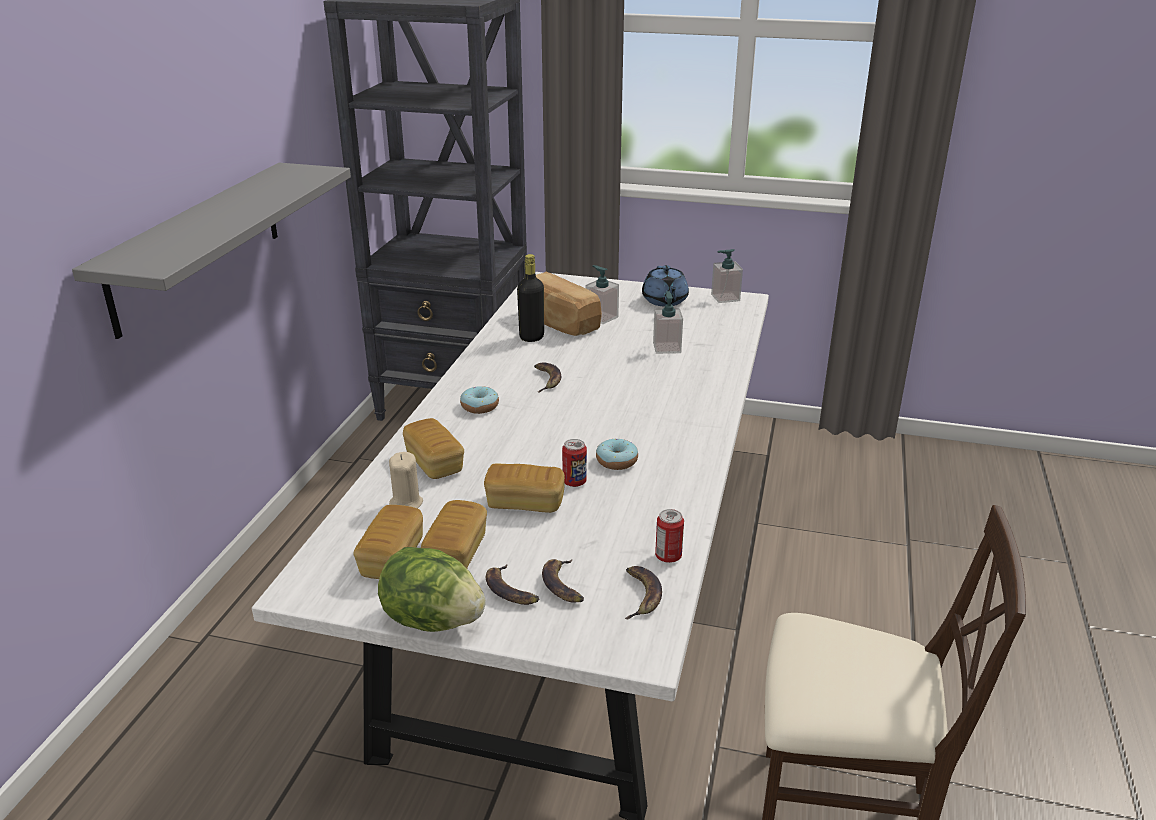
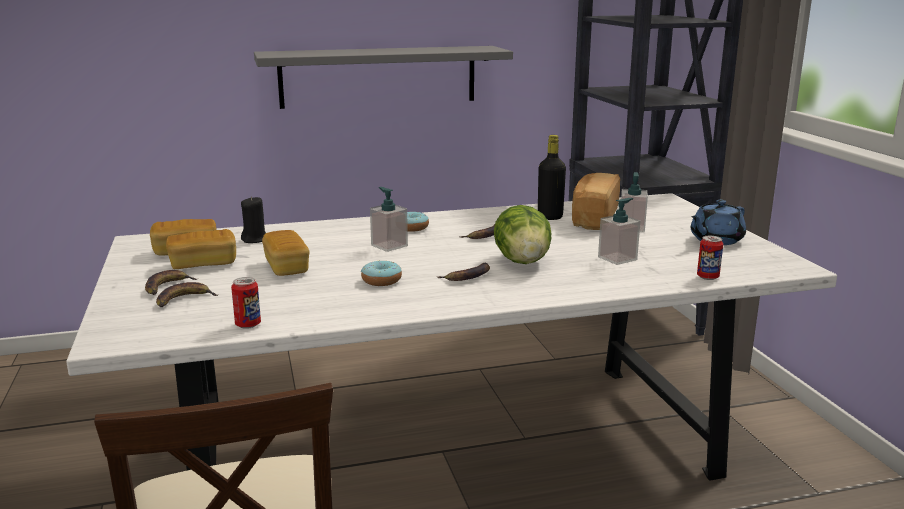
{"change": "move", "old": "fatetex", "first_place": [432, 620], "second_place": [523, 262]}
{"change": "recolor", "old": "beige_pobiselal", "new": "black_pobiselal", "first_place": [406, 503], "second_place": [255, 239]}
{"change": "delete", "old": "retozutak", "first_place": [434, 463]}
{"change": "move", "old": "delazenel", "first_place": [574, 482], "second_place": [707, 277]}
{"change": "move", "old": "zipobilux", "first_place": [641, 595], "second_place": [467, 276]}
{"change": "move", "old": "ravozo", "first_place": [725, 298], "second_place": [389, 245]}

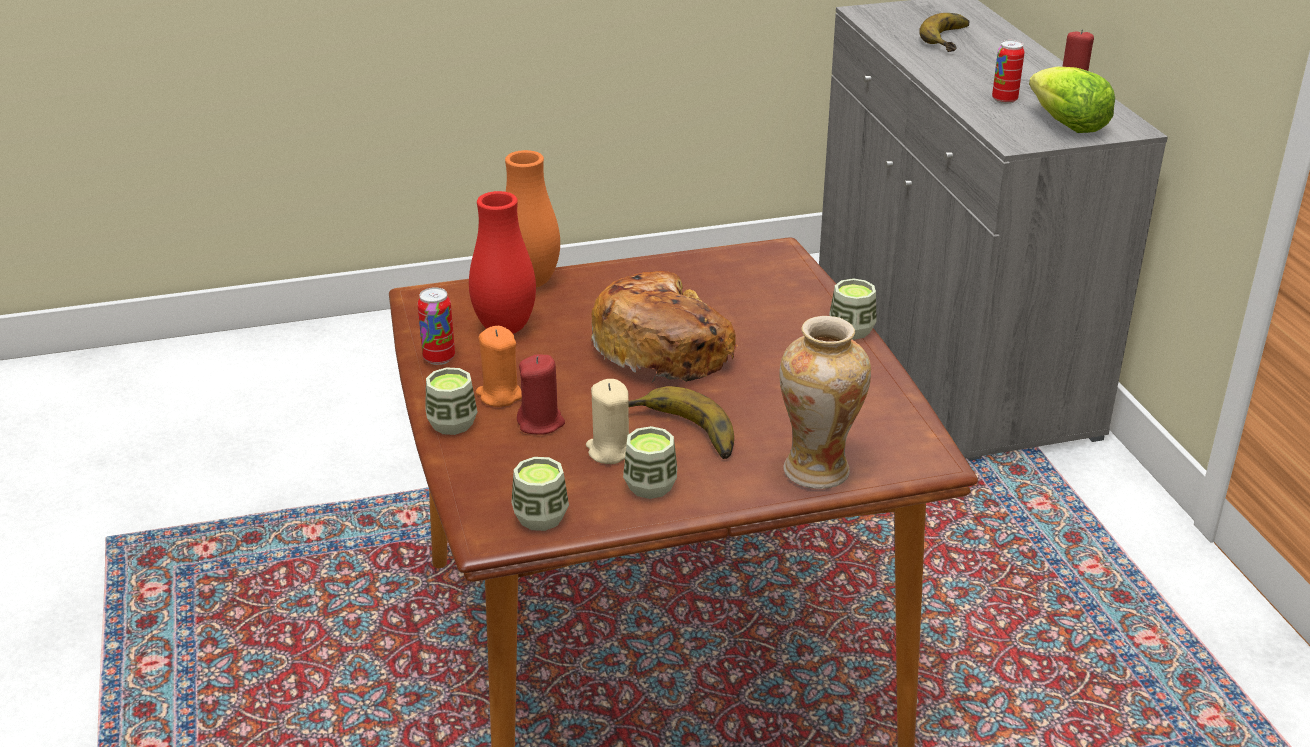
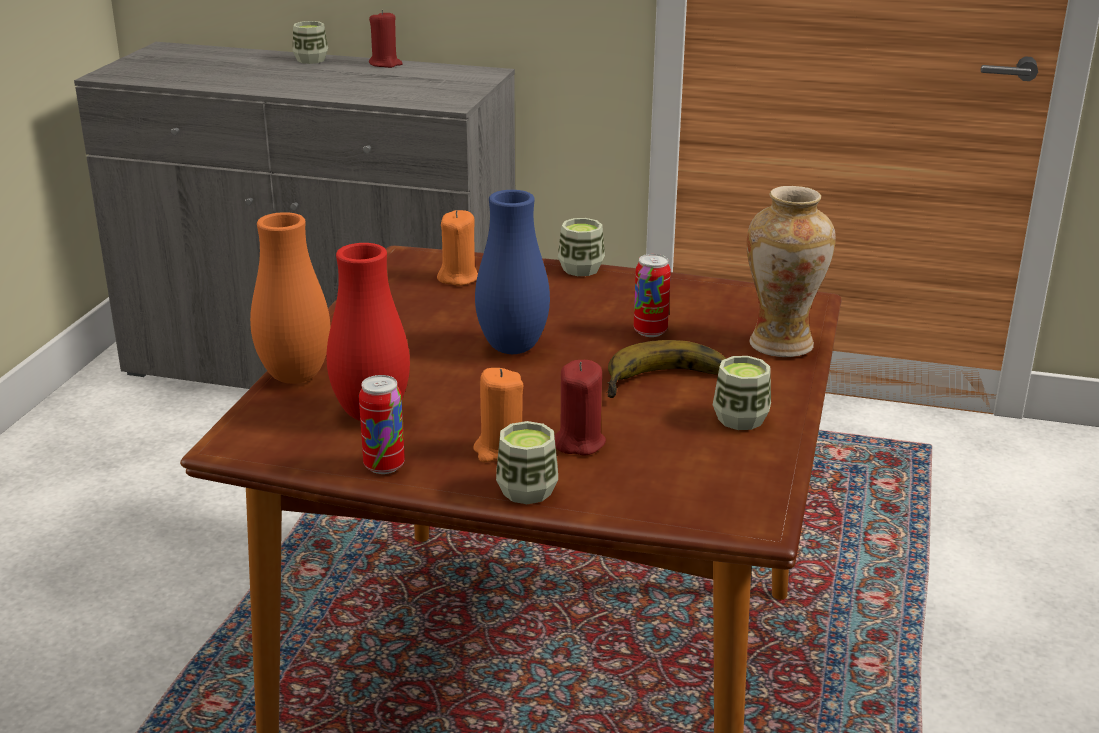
{"change": "move", "old": "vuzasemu", "first_place": [540, 517], "second_place": [311, 60]}
{"change": "delete", "old": "beige_pobiselal", "first_place": [609, 451]}
{"change": "replace", "old": "retozutak", "new": "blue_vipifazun", "first_place": [665, 347], "second_place": [512, 348]}
{"change": "delete", "old": "zipobilux", "first_place": [954, 39]}
{"change": "move", "old": "delazenel", "first_place": [1004, 100], "second_place": [650, 331]}
{"change": "delete", "old": "fatetex", "first_place": [1067, 125]}
{"change": "insert", "new": "orange_pobiselal", "second_place": [458, 277]}

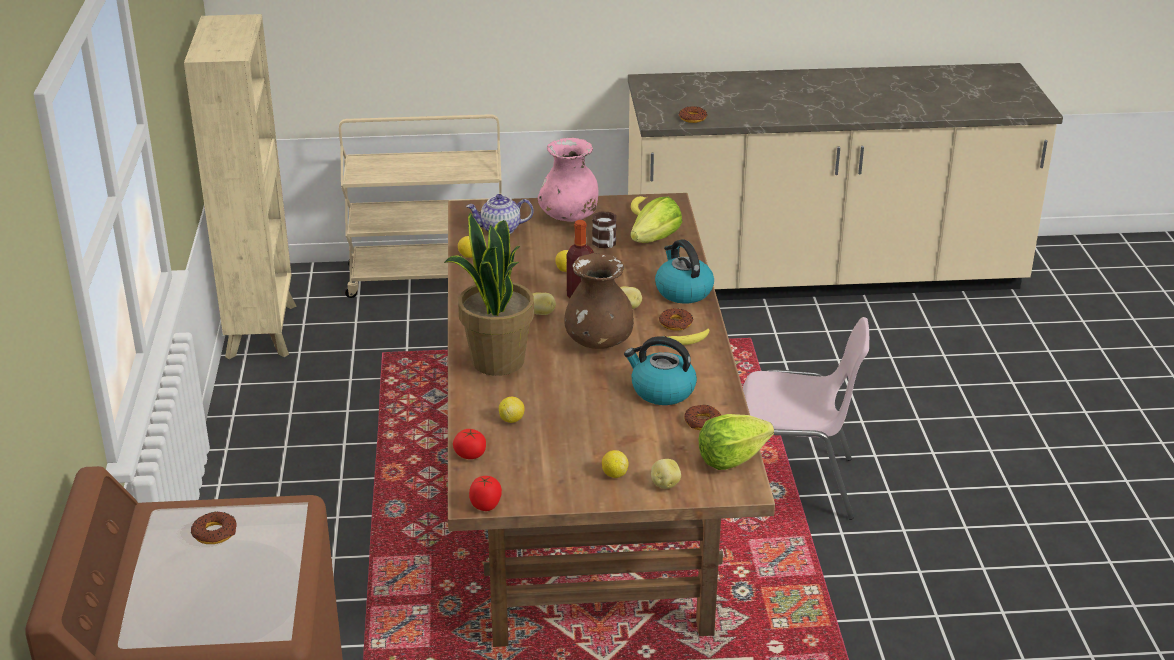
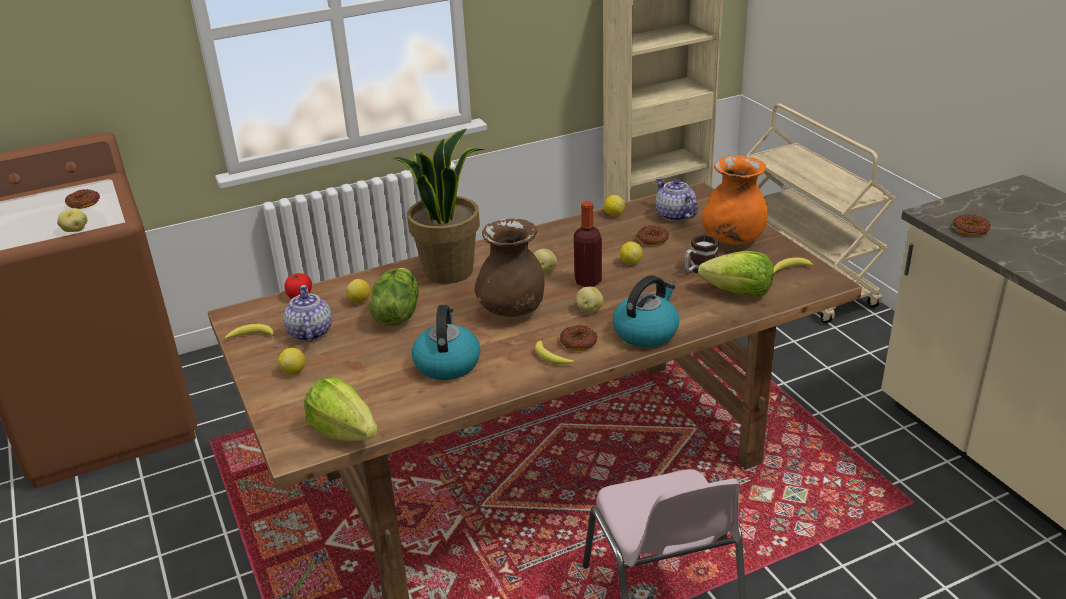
{"change": "delete", "old": "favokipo", "first_place": [486, 506]}
{"change": "recolor", "old": "pink_vipifazun", "new": "orange_vipifazun", "first_place": [569, 217], "second_place": [733, 239]}
{"change": "move", "old": "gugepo", "first_place": [664, 484], "second_place": [75, 230]}
{"change": "move", "old": "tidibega", "first_place": [702, 422], "second_place": [652, 239]}
{"change": "insert", "new": "zipobilux", "second_place": [251, 336]}
{"change": "insert", "new": "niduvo", "second_place": [309, 332]}
{"change": "insert", "new": "fatetex", "second_place": [396, 314]}

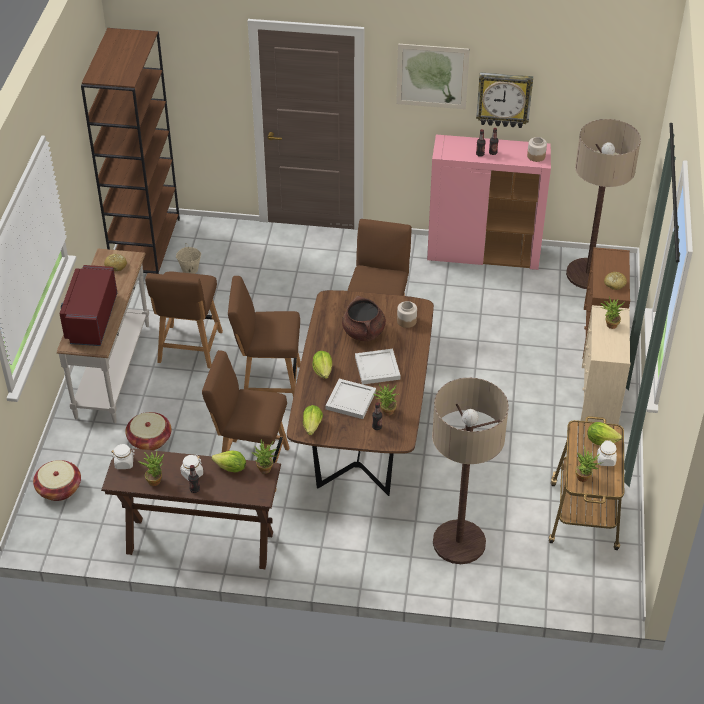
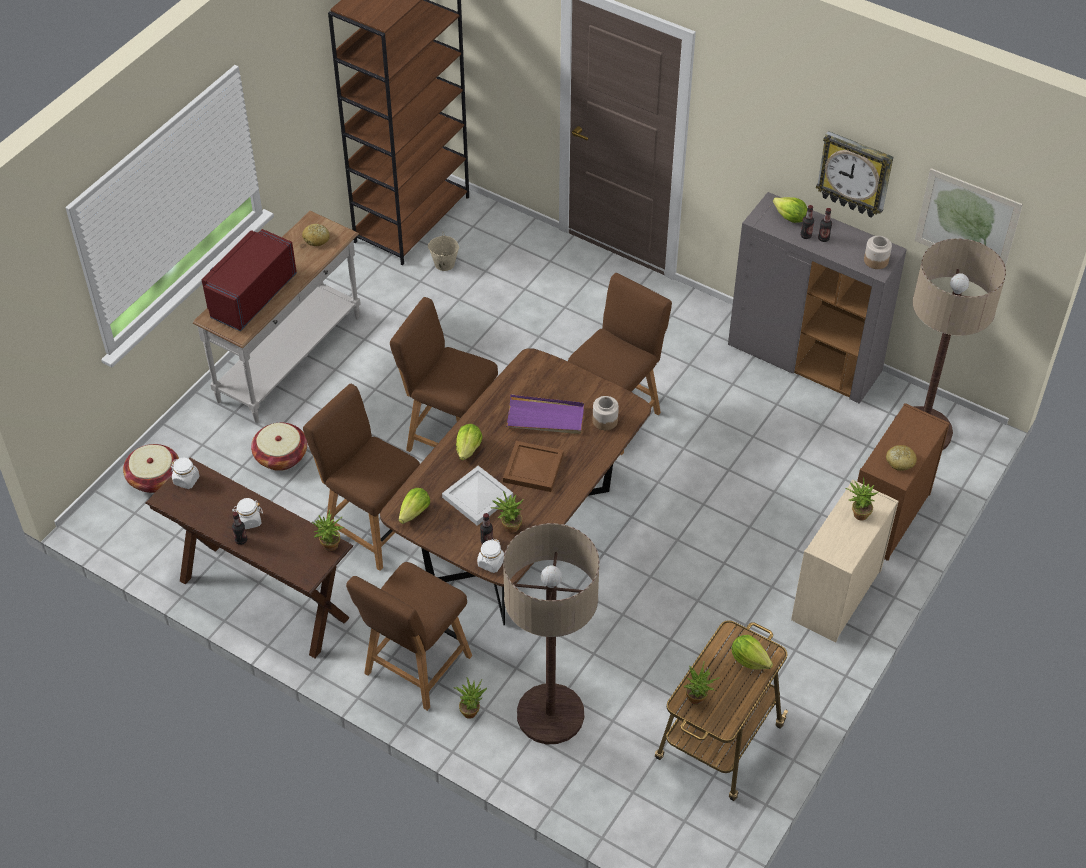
{"change": "move", "old": "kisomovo", "first_place": [155, 479], "second_place": [471, 710]}
{"change": "move", "old": "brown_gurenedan", "first_place": [189, 349], "second_place": [415, 668]}
{"change": "move", "old": "fatetex", "first_place": [231, 468], "second_place": [790, 218]}
{"change": "replace", "old": "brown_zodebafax", "new": "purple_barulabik", "first_place": [363, 332], "second_place": [545, 417]}
{"change": "recolor", "old": "white_barulabik", "new": "brown_barulabik", "first_place": [377, 368], "second_place": [532, 468]}
{"change": "move", "old": "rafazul", "first_place": [432, 76], "second_place": [967, 222]}
{"change": "recolor", "old": "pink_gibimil", "new": "grey_gibimil", "first_place": [484, 254], "second_place": [805, 359]}
{"change": "move", "old": "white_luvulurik", "first_place": [606, 460], "second_place": [491, 563]}

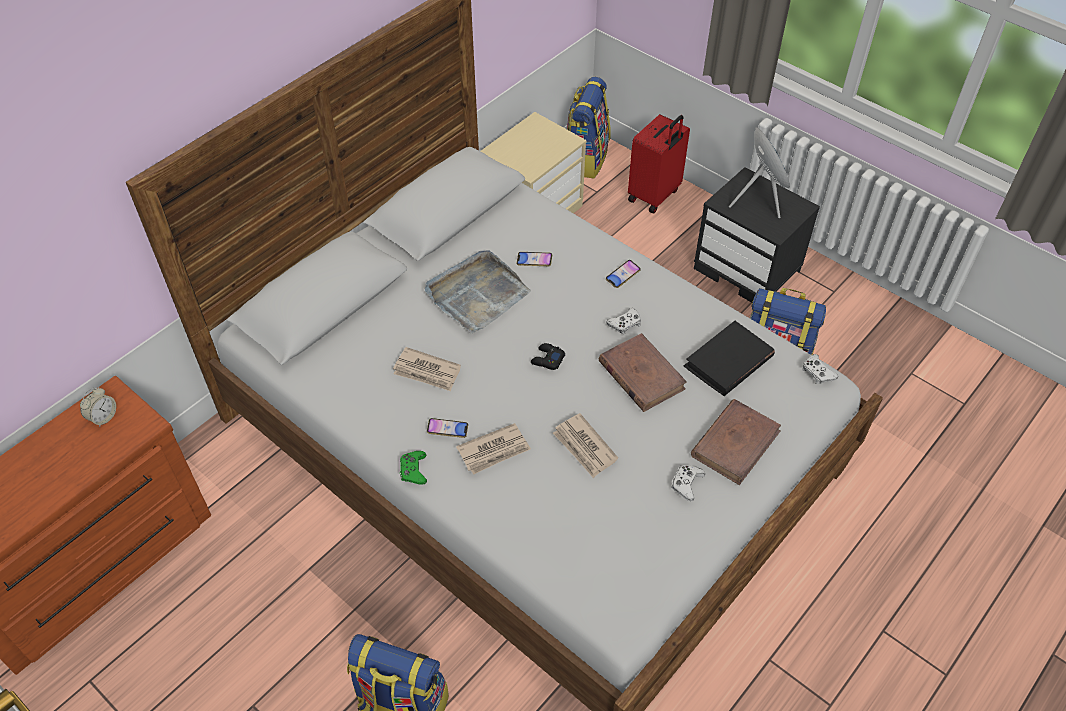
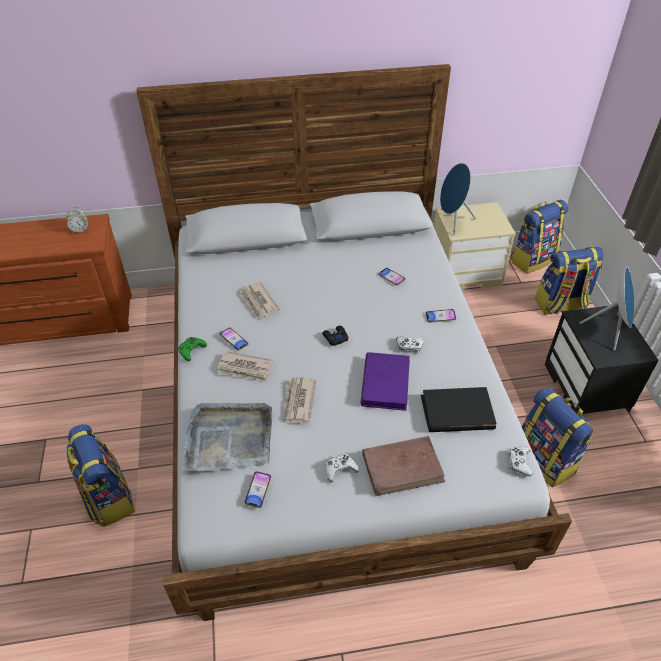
{"change": "move", "old": "grey_barulabik", "first_place": [476, 294], "second_place": [229, 438]}
{"change": "recolor", "old": "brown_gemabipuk", "new": "purple_gemabipuk", "first_place": [641, 375], "second_place": [385, 383]}
{"change": "replace", "old": "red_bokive", "new": "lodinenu", "first_place": [655, 196], "second_place": [560, 305]}
{"change": "insert", "new": "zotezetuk", "second_place": [258, 491]}
{"change": "insert", "new": "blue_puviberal", "second_place": [452, 222]}

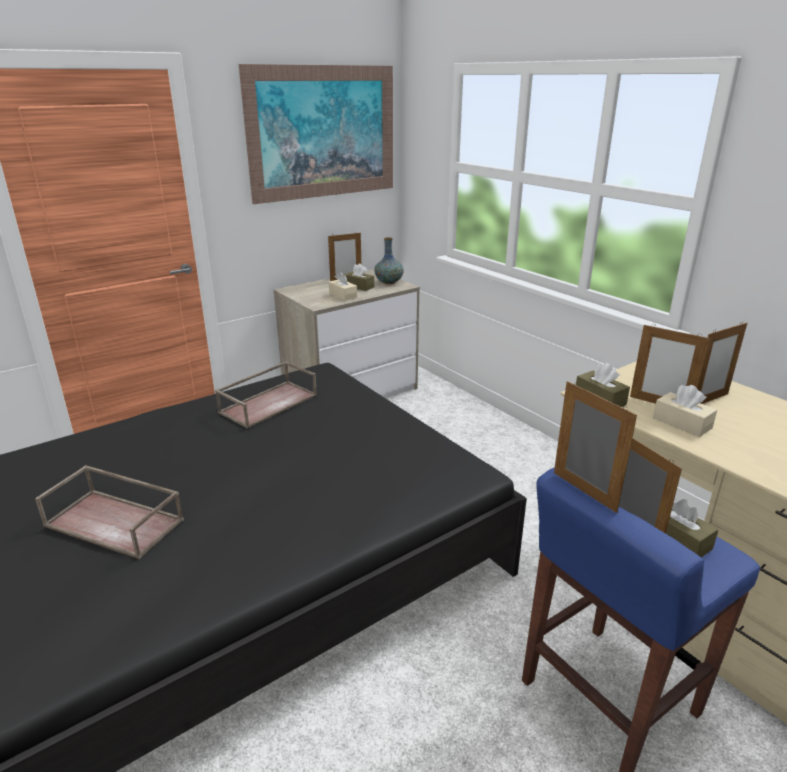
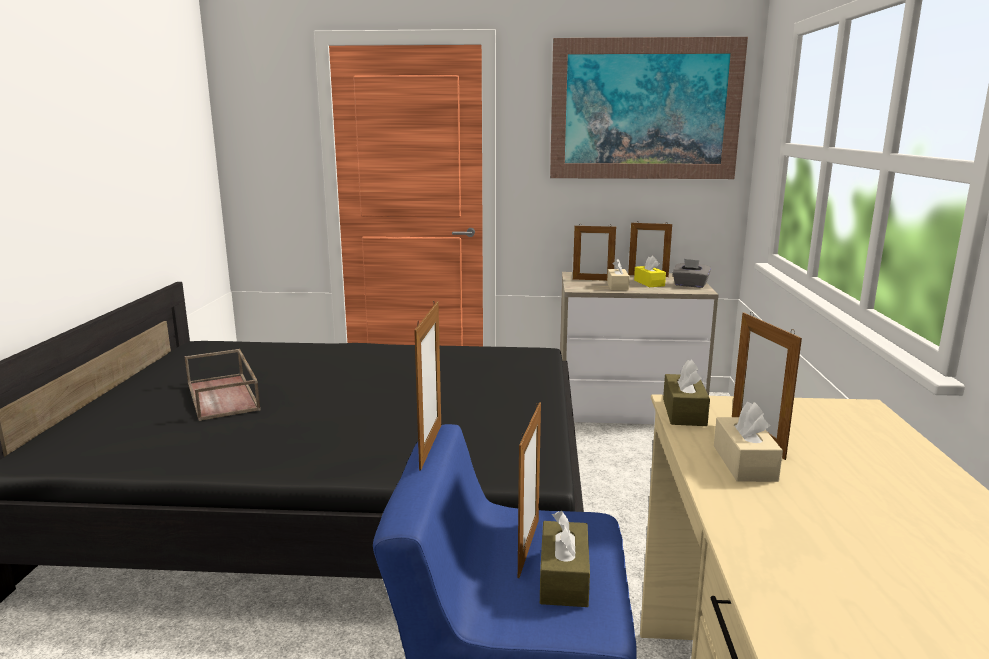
{"change": "delete", "old": "brown_barulabik", "first_place": [269, 403]}
{"change": "recolor", "old": "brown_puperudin", "new": "yellow_puperudin", "first_place": [359, 286], "second_place": [649, 283]}
{"change": "replace", "old": "vipifazun", "new": "grey_puperudin", "first_place": [389, 282], "second_place": [690, 285]}
{"change": "move", "old": "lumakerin", "first_place": [709, 400], "second_place": [593, 280]}

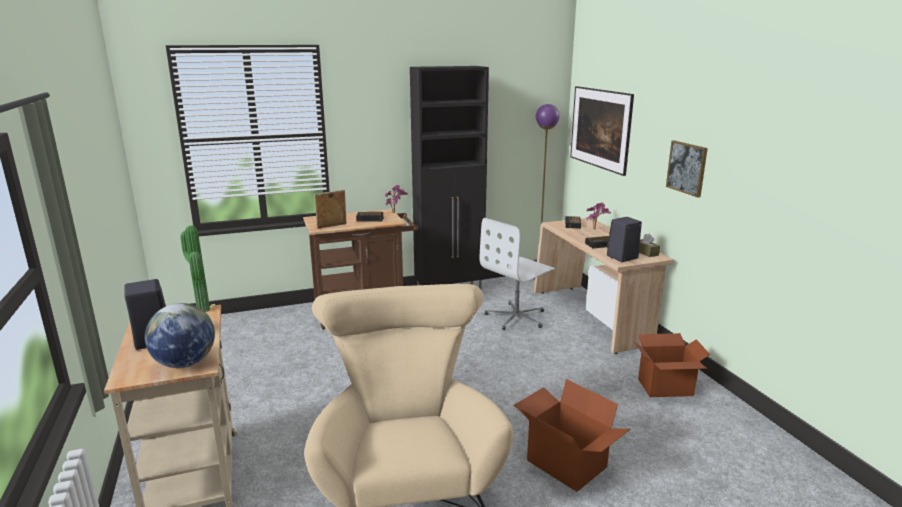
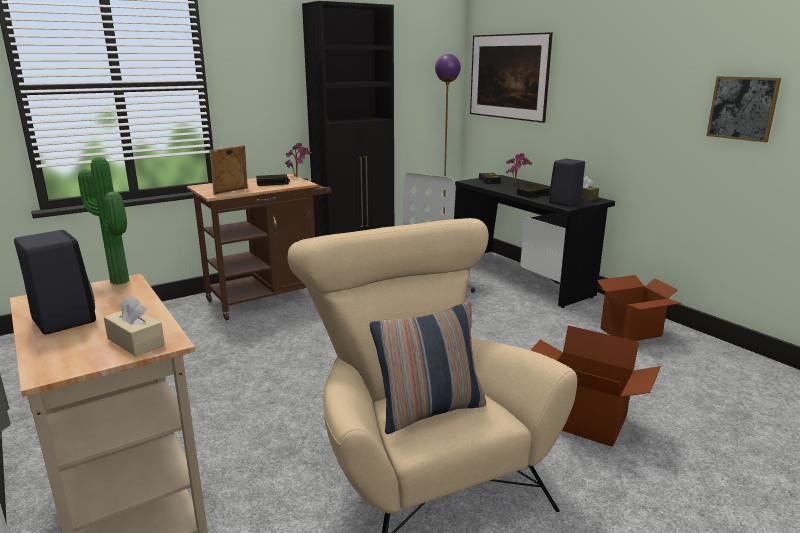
{"change": "replace", "old": "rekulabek", "new": "beige_puperudin", "first_place": [185, 363], "second_place": [136, 342]}
{"change": "recolor", "old": "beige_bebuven", "new": "black_bebuven", "first_place": [591, 317], "second_place": [518, 278]}
{"change": "move", "old": "rafazul", "first_place": [687, 168], "second_place": [742, 108]}
{"change": "insert", "new": "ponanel", "second_place": [429, 411]}

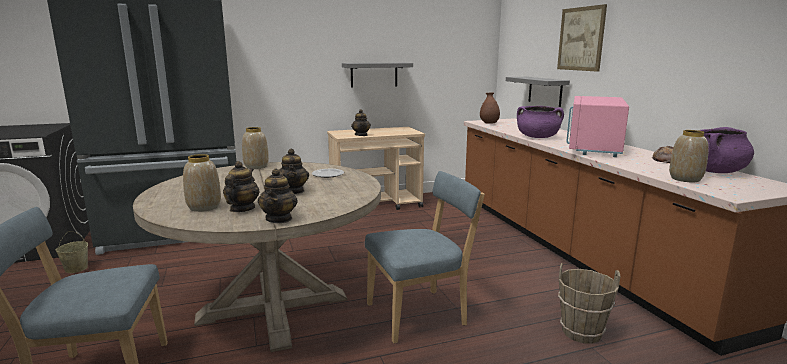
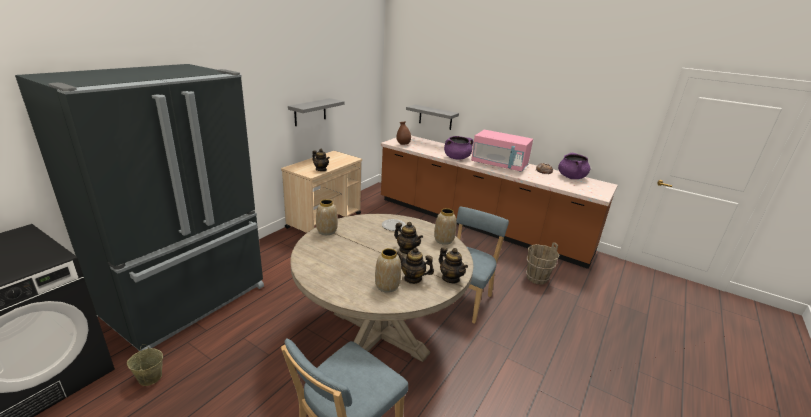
{"change": "rotate", "old": "niduvo", "first_place": [242, 209], "second_place": [413, 278], "degrees": -45}
{"change": "delete", "old": "rafazul", "first_place": [581, 39]}
{"change": "rotate", "old": "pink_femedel", "first_place": [593, 148], "second_place": [499, 165], "degrees": -45}
{"change": "move", "old": "vipifazun", "first_place": [685, 179], "second_place": [444, 240]}

